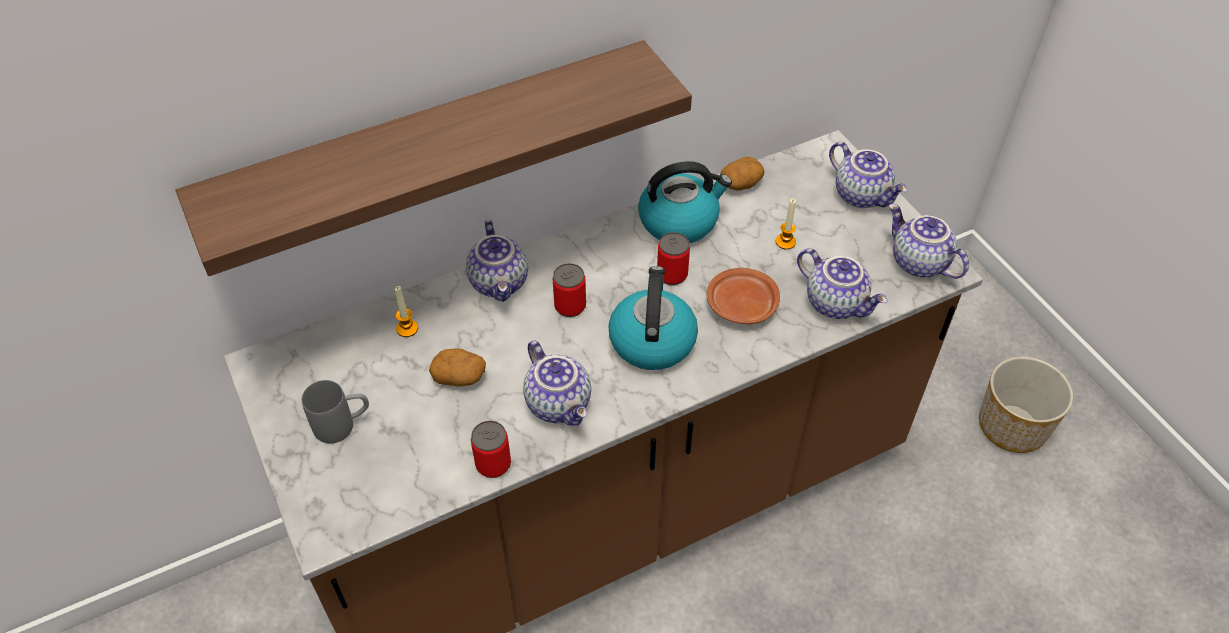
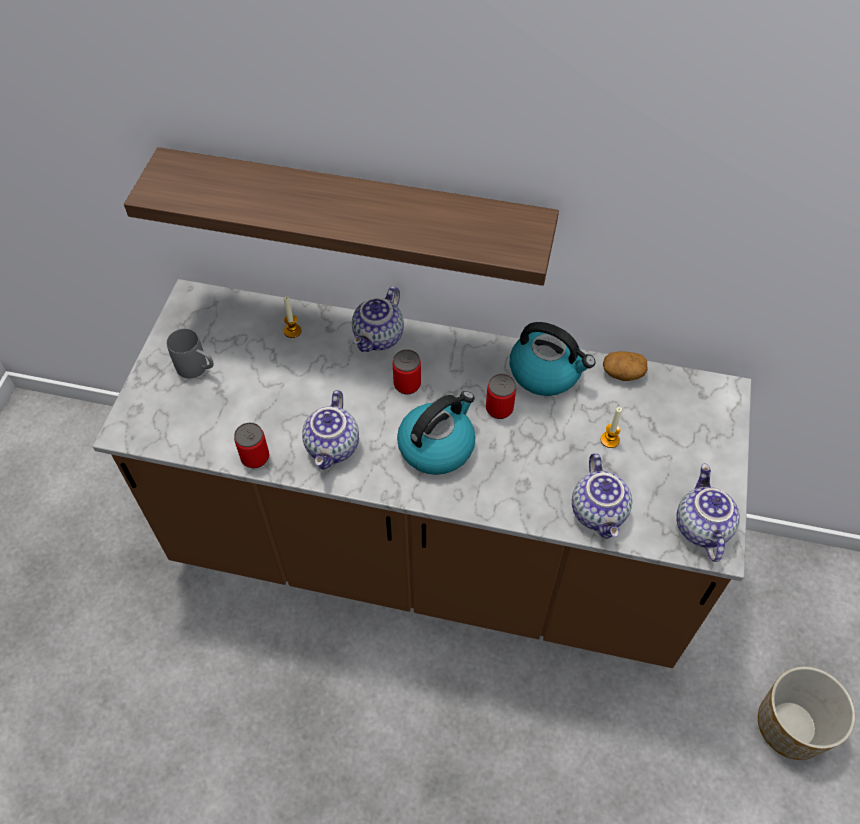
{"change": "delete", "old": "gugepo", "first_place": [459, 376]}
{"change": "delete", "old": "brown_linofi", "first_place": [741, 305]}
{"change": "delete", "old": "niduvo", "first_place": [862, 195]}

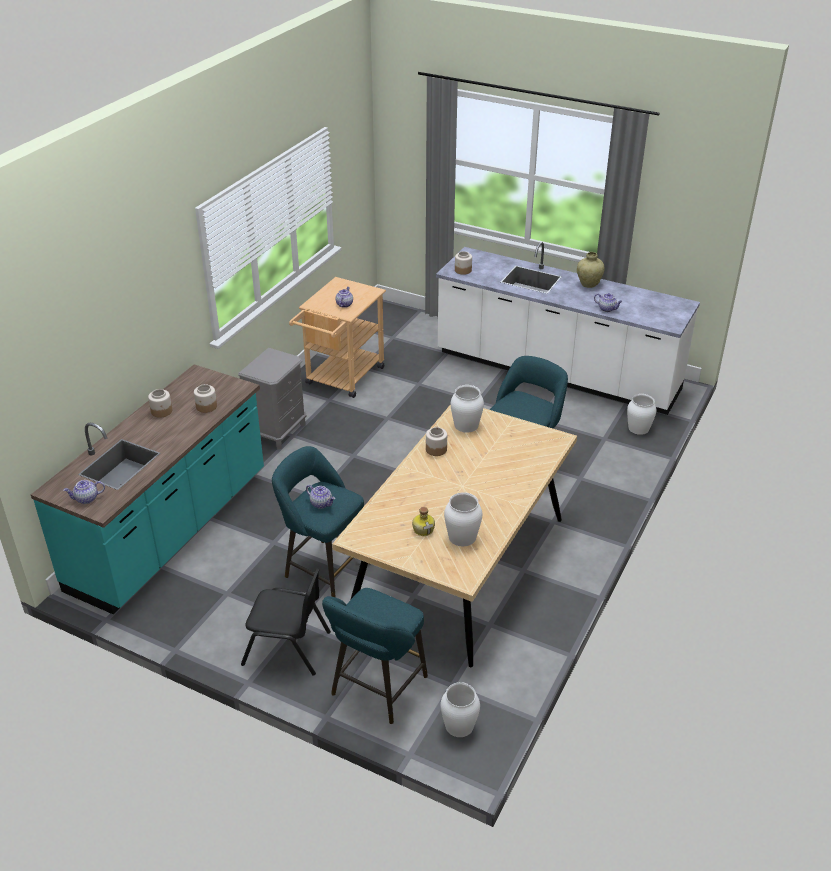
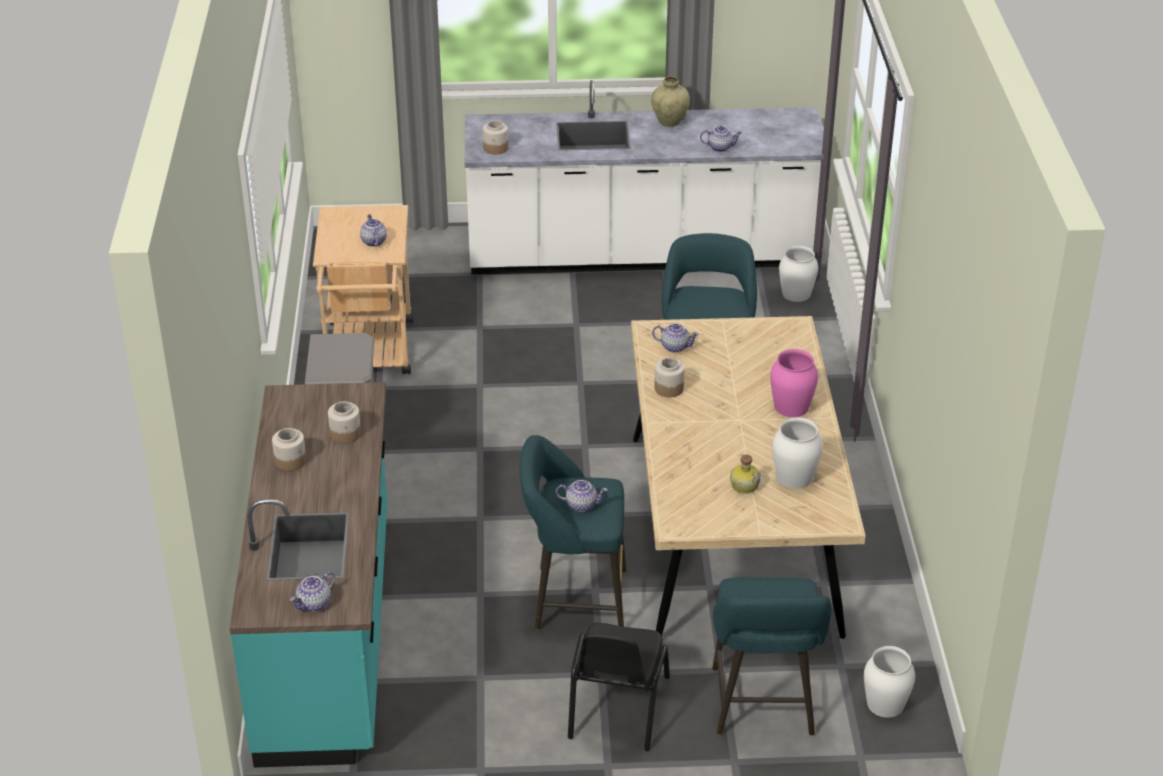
{"change": "rotate", "old": "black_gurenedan", "first_place": [287, 648], "second_place": [617, 707], "degrees": 120}
{"change": "replace", "old": "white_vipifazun", "new": "niduvo", "first_place": [466, 425], "second_place": [675, 346]}
{"change": "insert", "new": "pink_vipifazun", "second_place": [792, 406]}

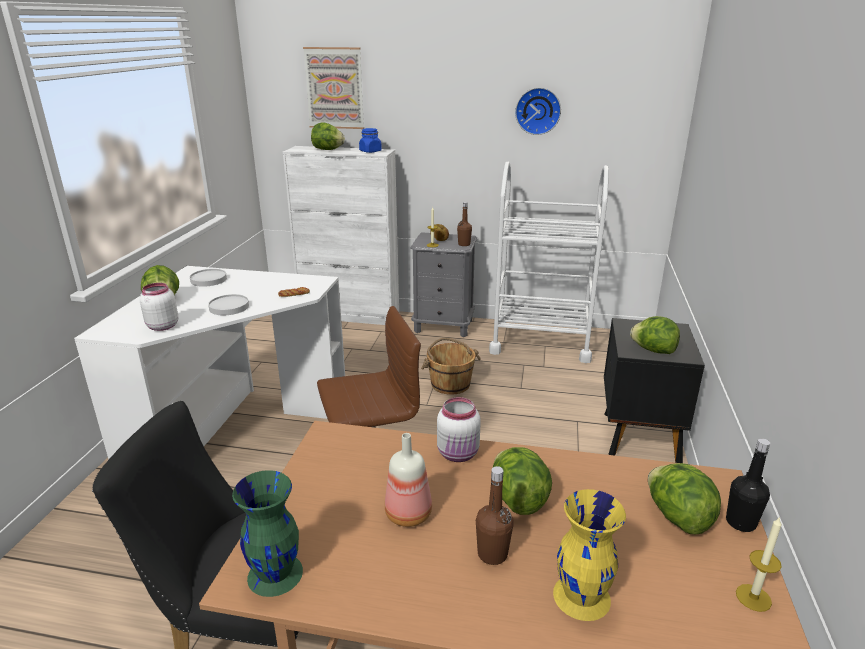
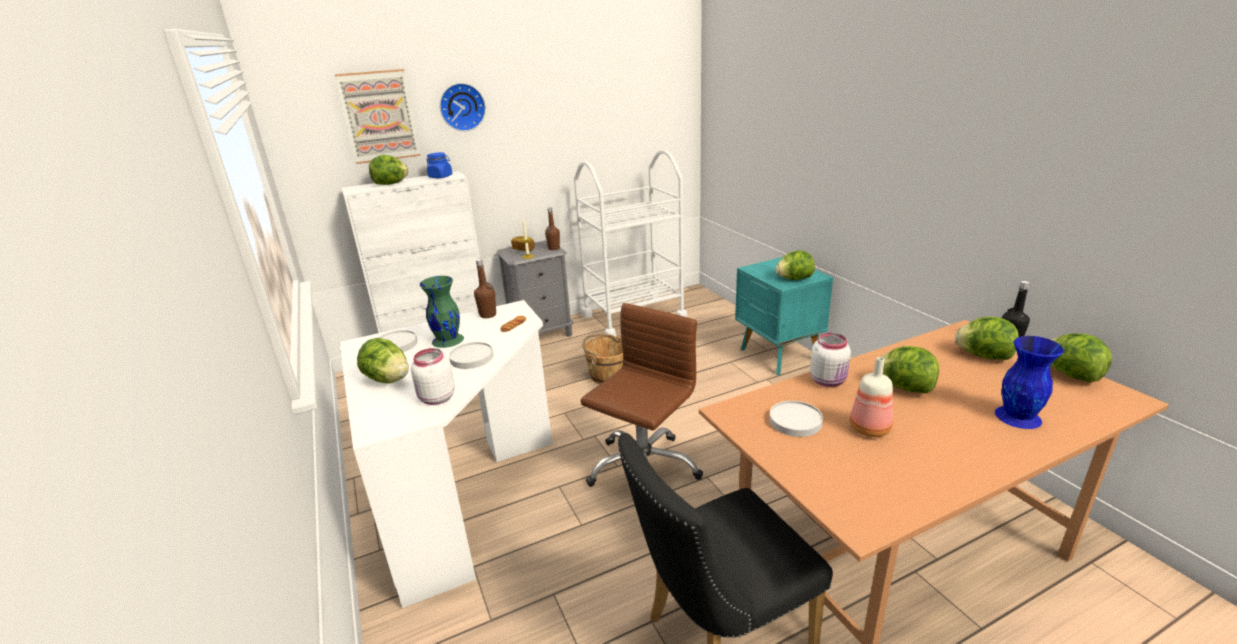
{"change": "move", "old": "green_vipifazun", "first_place": [276, 573], "second_place": [447, 339]}
{"change": "move", "old": "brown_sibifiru", "first_place": [492, 554], "second_place": [488, 315]}
{"change": "move", "old": "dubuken", "first_place": [538, 111], "second_place": [462, 107]}
{"change": "recolor", "old": "yellow_vipifazun", "new": "blue_vipifazun", "first_place": [582, 597], "second_place": [1019, 416]}
{"change": "recolor", "old": "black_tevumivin", "new": "turquoise_tevumivin", "first_place": [639, 438], "second_place": [779, 355]}
{"change": "replace", "old": "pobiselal", "new": "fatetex", "first_place": [753, 597], "second_place": [1070, 375]}
{"change": "insert", "new": "white_linofi", "second_place": [795, 421]}

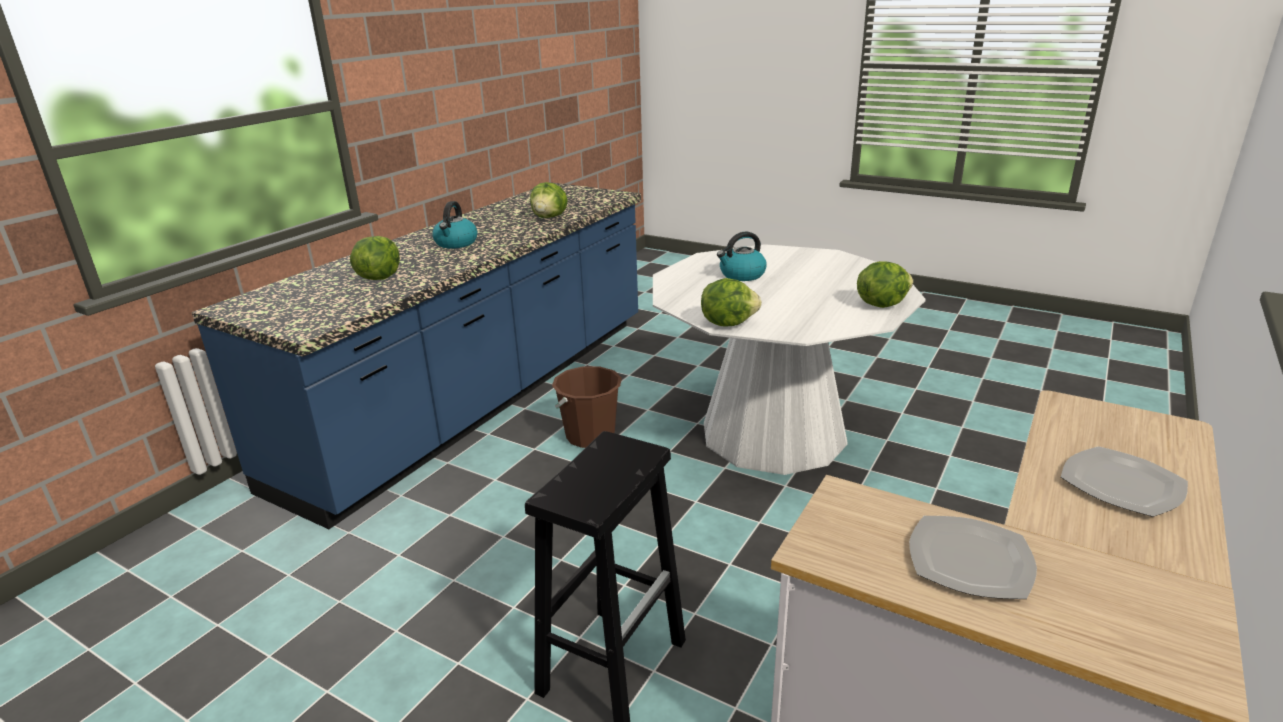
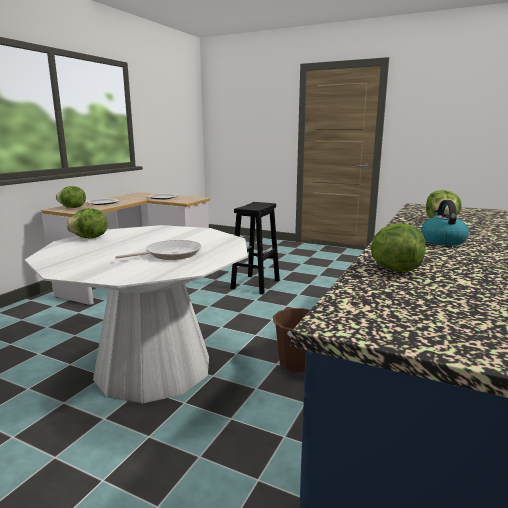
{"change": "move", "old": "fatetex", "first_place": [728, 323], "second_place": [72, 208]}
{"change": "replace", "old": "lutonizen", "new": "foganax", "first_place": [741, 275], "second_place": [170, 254]}

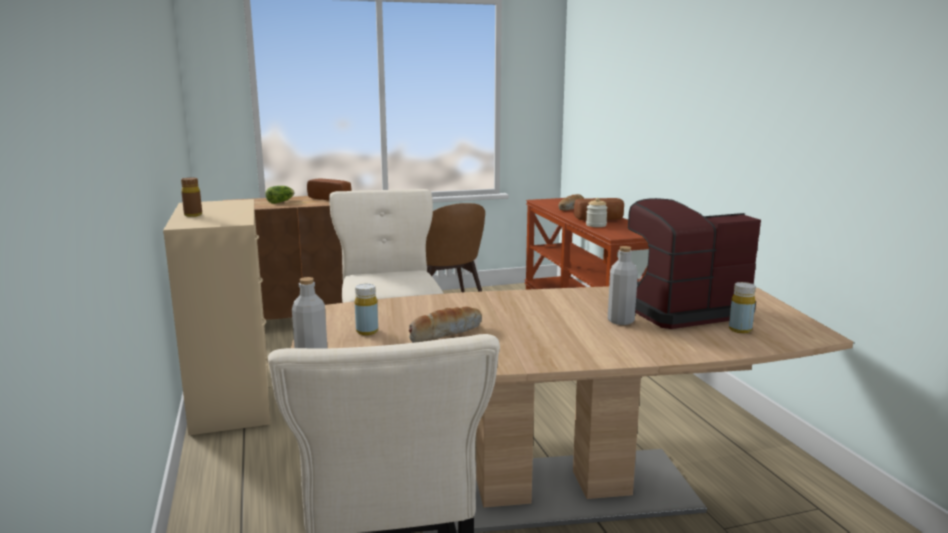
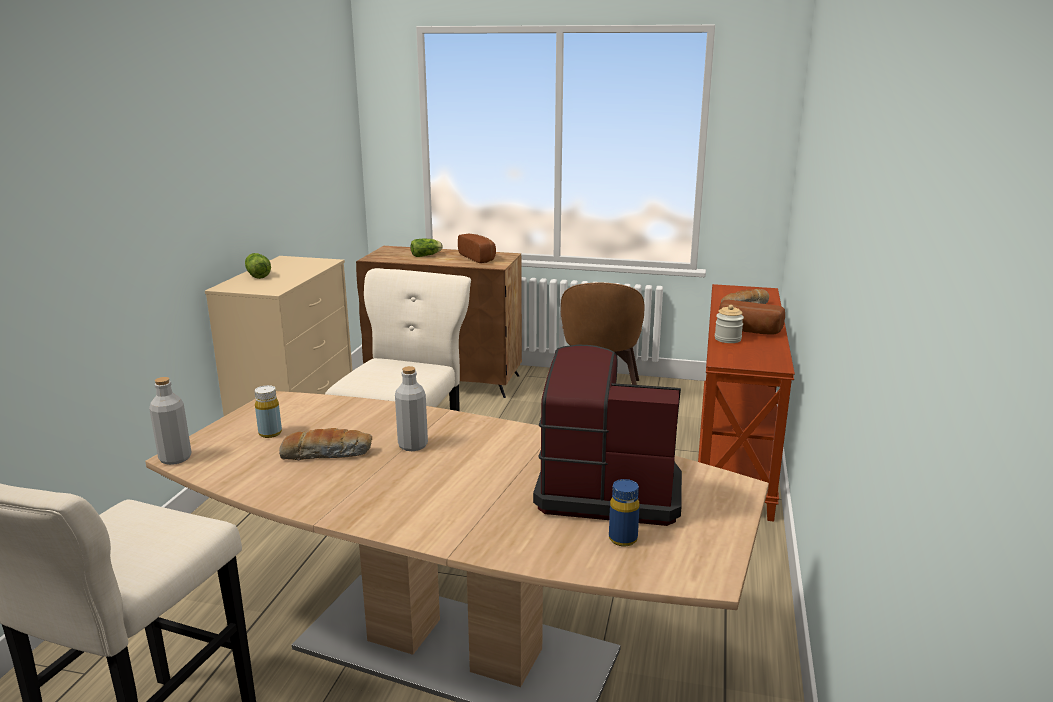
{"change": "replace", "old": "brown_sibifiru", "new": "fatetex", "first_place": [193, 215], "second_place": [257, 275]}
{"change": "move", "old": "grey_sibifiru", "first_place": [620, 321], "second_place": [413, 445]}
{"change": "recolor", "old": "yellow_sibifiru", "new": "blue_sibifiru", "first_place": [740, 330], "second_place": [623, 539]}

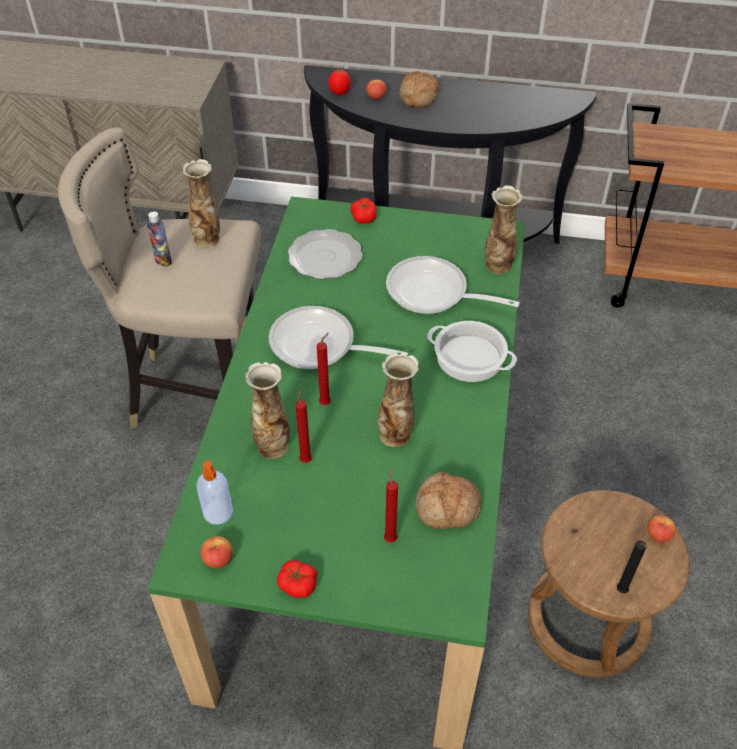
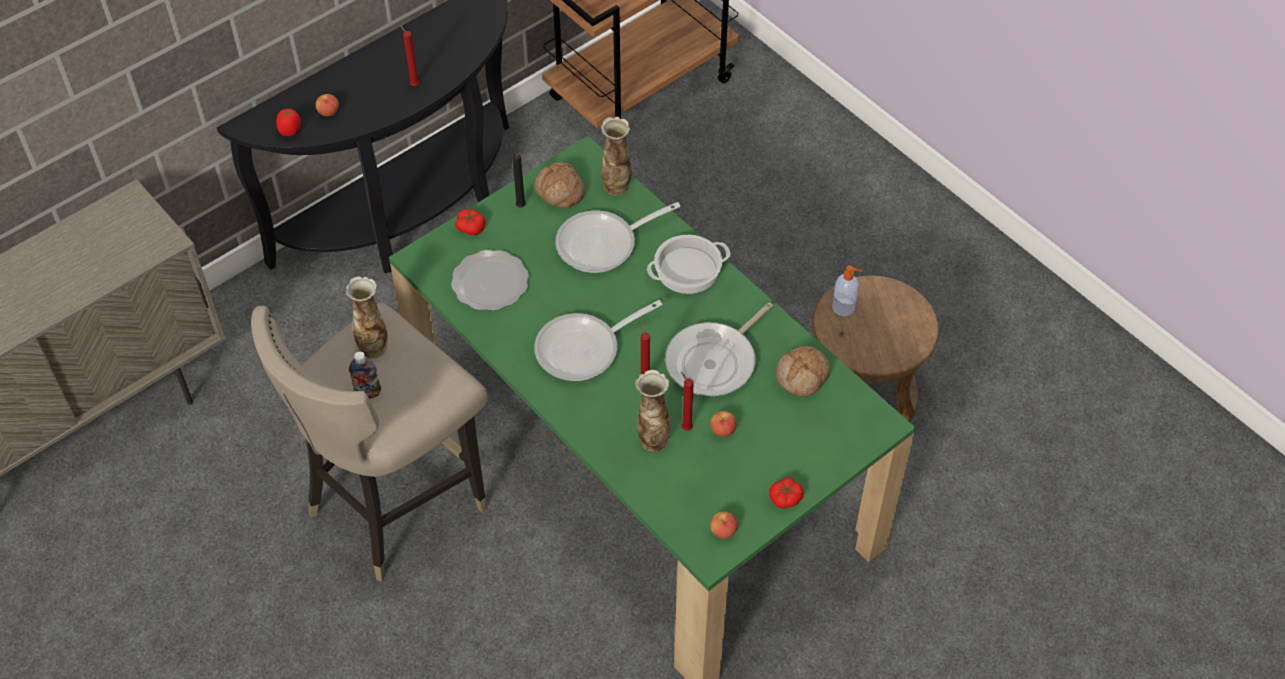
{"change": "move", "old": "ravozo", "first_place": [218, 513], "second_place": [844, 307]}
{"change": "replace", "old": "vipifazun", "new": "foganax", "first_place": [396, 435], "second_place": [714, 361]}
{"change": "move", "old": "red_pobiselal", "first_place": [390, 537], "second_place": [413, 84]}
{"change": "move", "old": "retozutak", "first_place": [417, 97], "second_place": [559, 192]}
{"change": "move", "old": "black_pobiselal", "first_place": [622, 592], "second_place": [522, 207]}
{"change": "move", "old": "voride", "first_place": [658, 535], "second_place": [722, 430]}

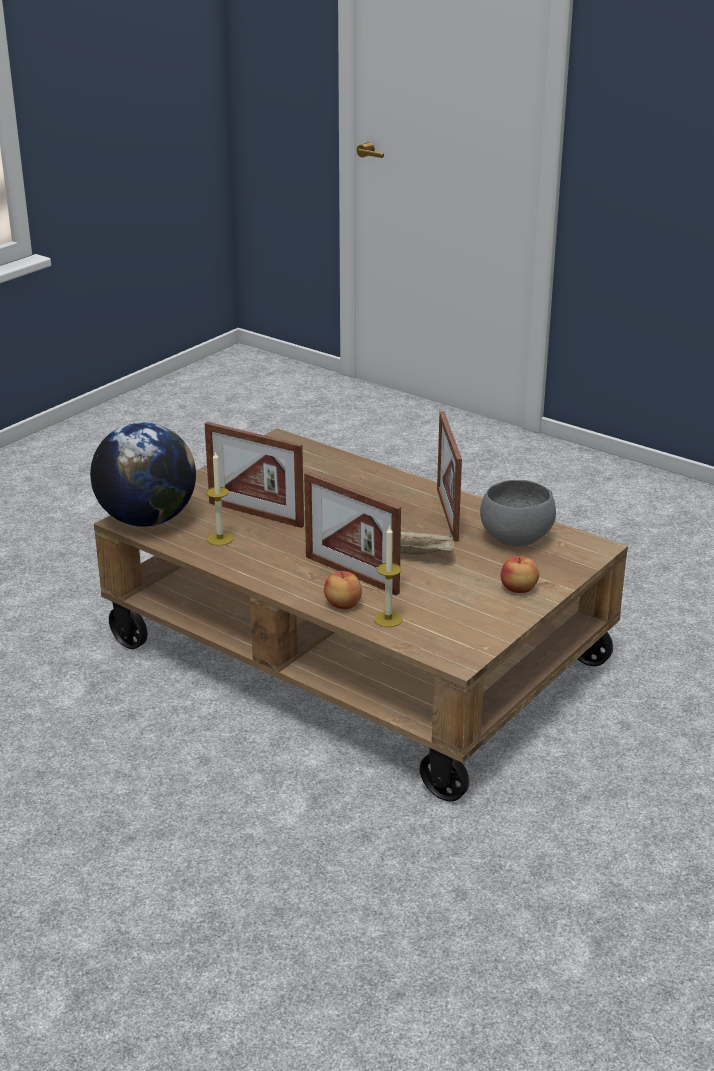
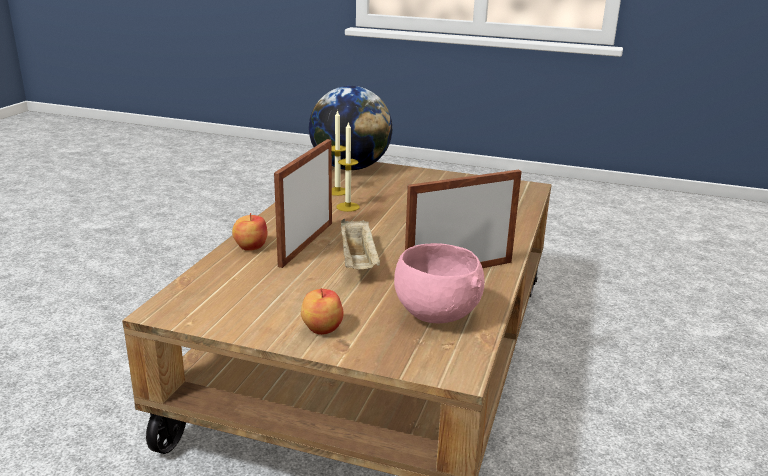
{"change": "delete", "old": "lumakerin", "first_place": [255, 514]}
{"change": "move", "old": "pobiselal", "first_place": [388, 619], "second_place": [348, 207]}
{"change": "recolor", "old": "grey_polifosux", "new": "pink_polifosux", "first_place": [514, 539], "second_place": [435, 314]}

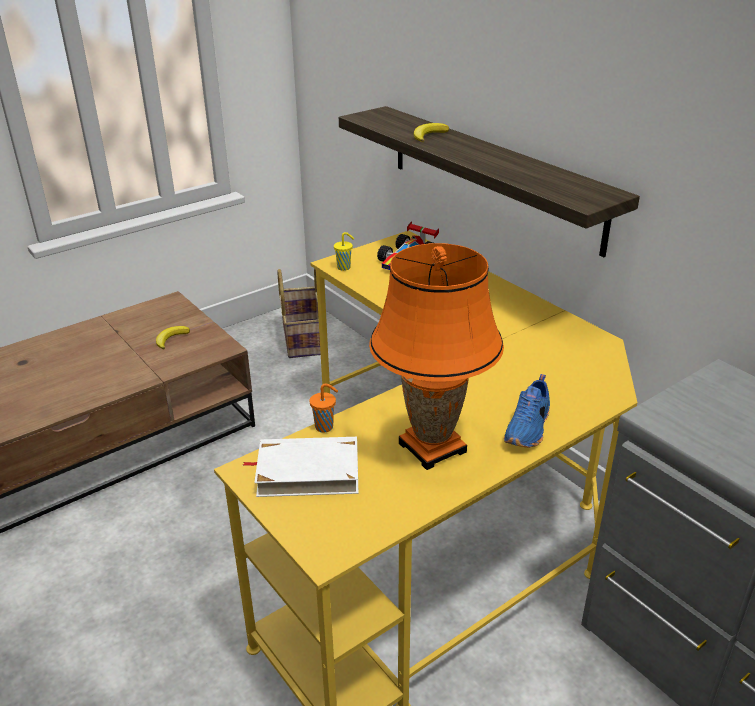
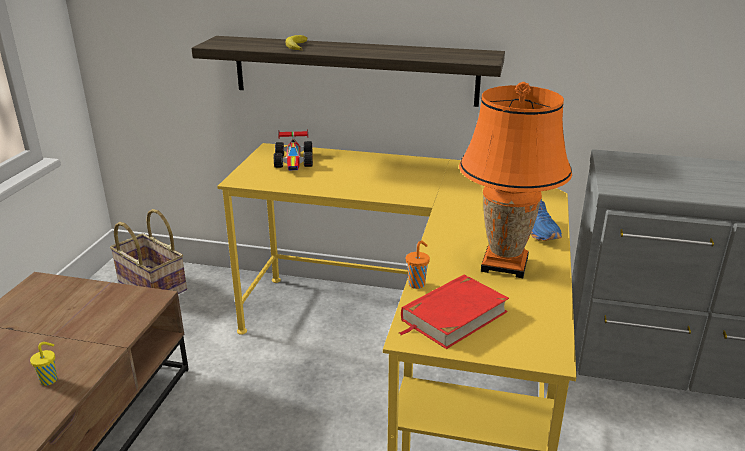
{"change": "delete", "old": "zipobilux", "first_place": [171, 339]}
{"change": "recolor", "old": "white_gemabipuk", "new": "red_gemabipuk", "first_place": [307, 471], "second_place": [453, 316]}
{"change": "move", "old": "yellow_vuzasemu", "first_place": [344, 268], "second_place": [50, 380]}

